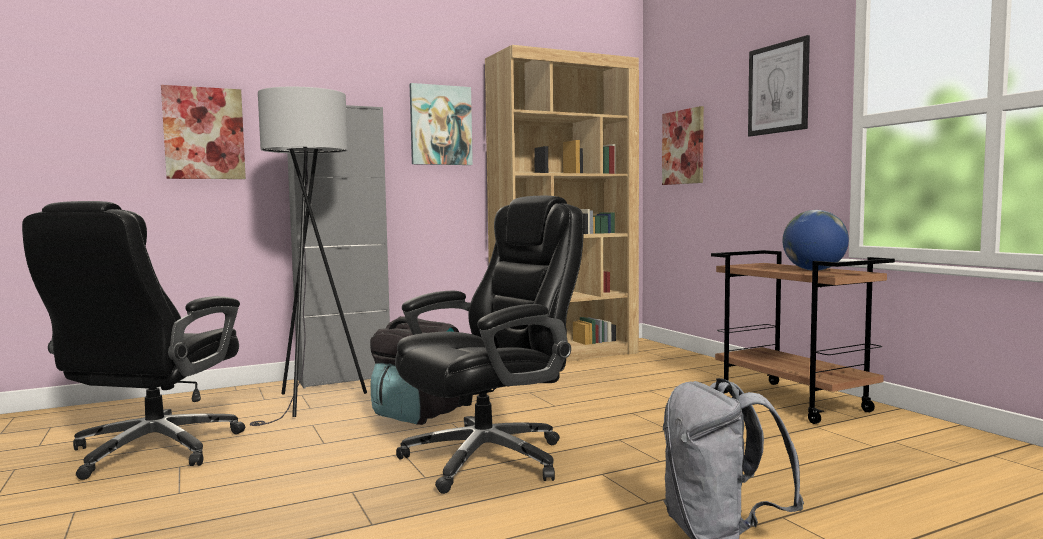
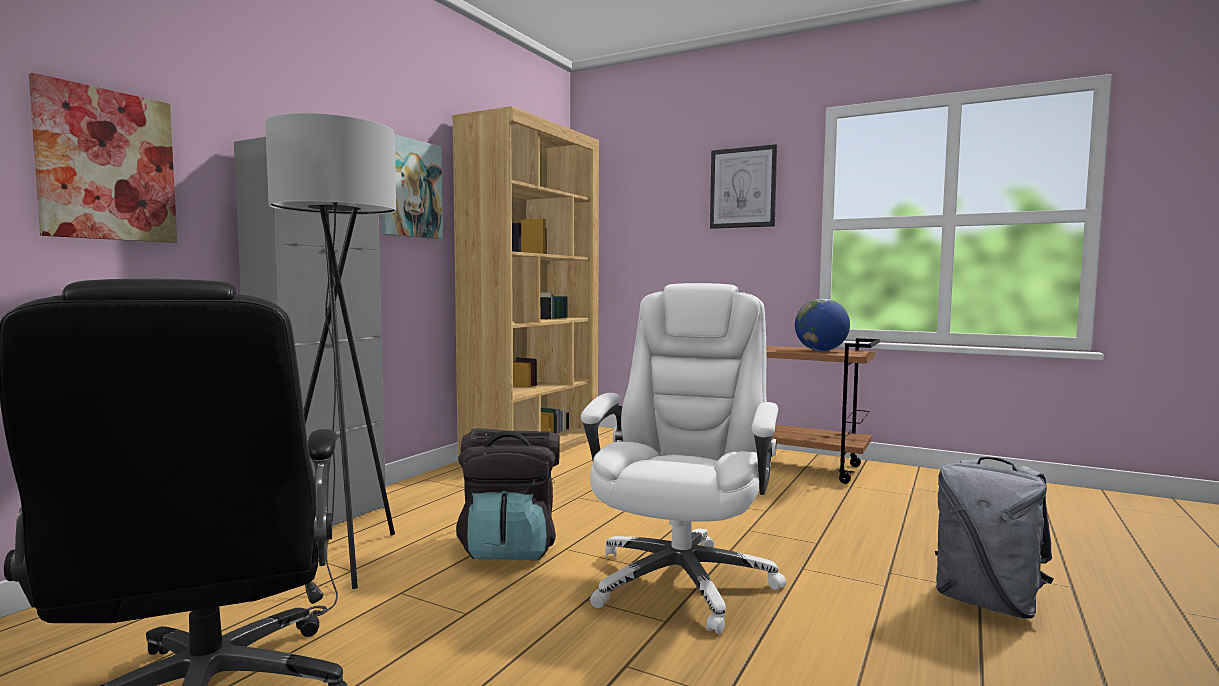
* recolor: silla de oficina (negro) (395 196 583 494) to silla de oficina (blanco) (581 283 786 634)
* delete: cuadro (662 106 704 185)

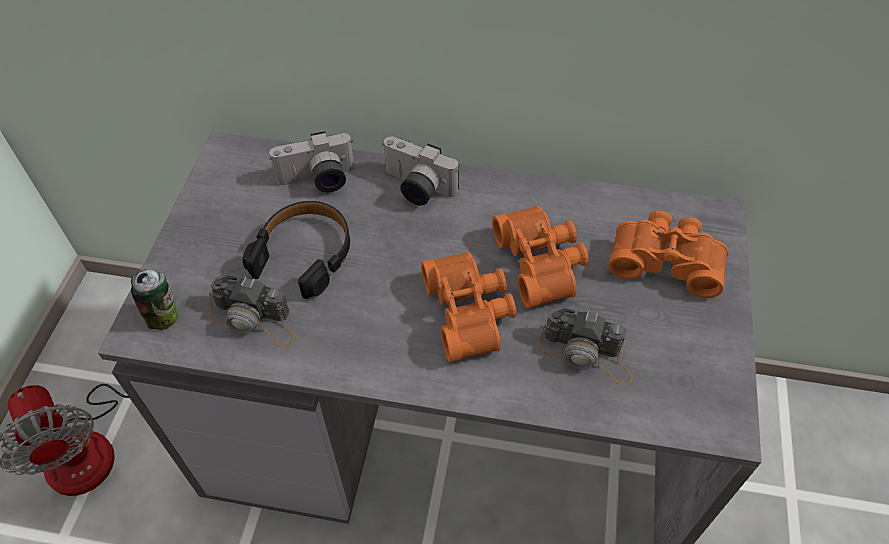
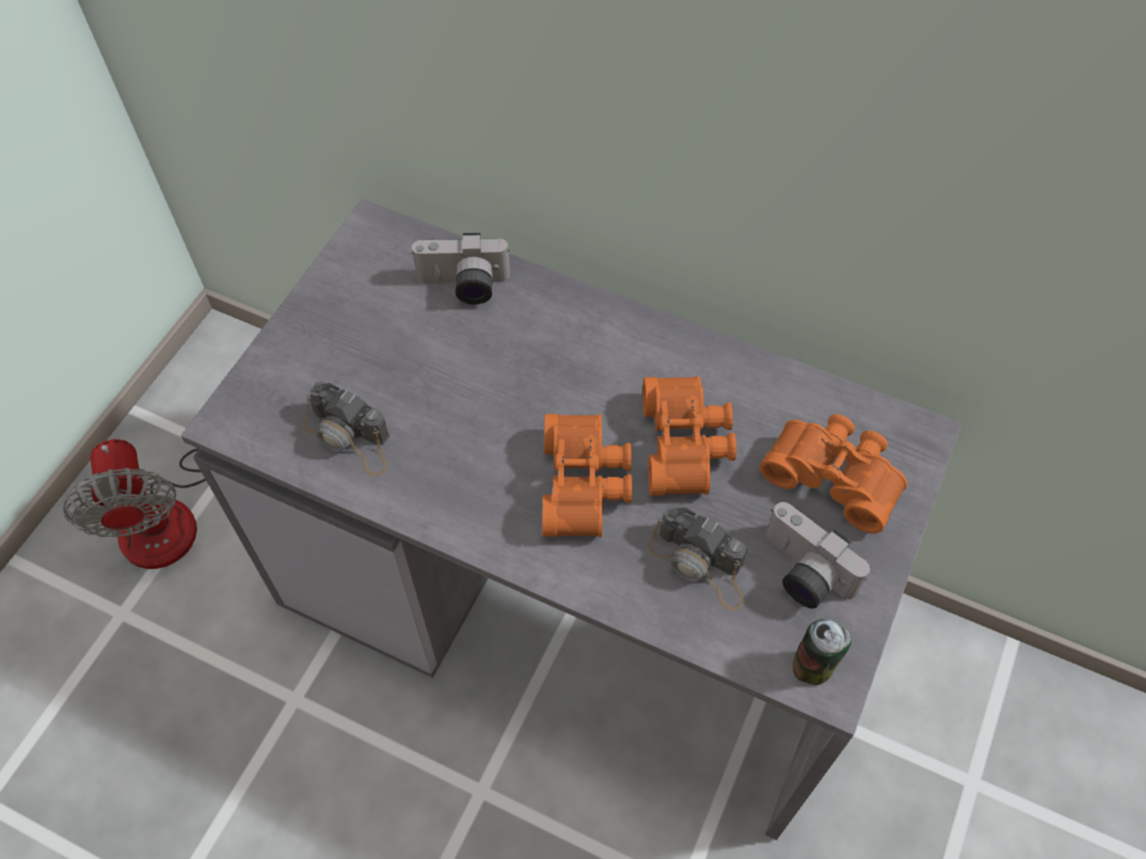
* move: lata (131 269 178 330) to (793 619 851 685)
* delete: auriculares (negro) (243 201 350 299)
* move: cámara (382 136 459 205) to (766 502 870 609)

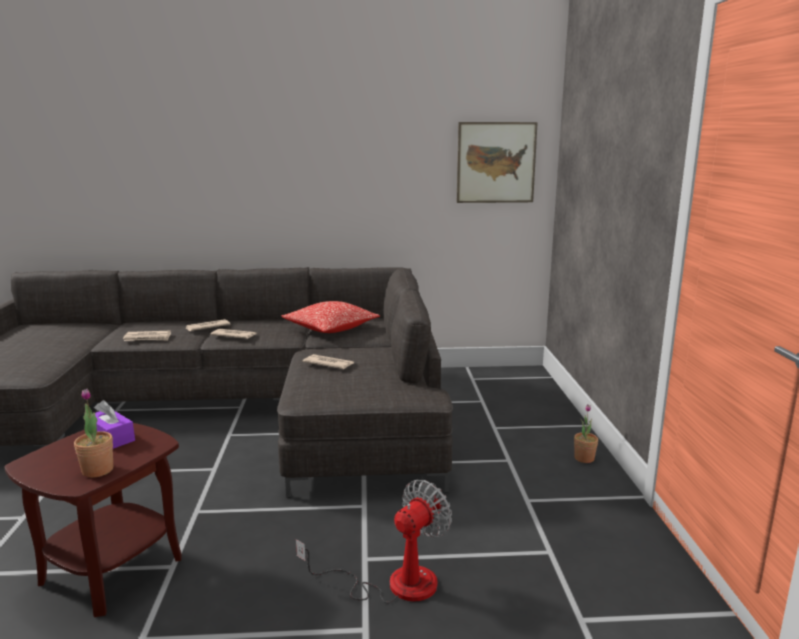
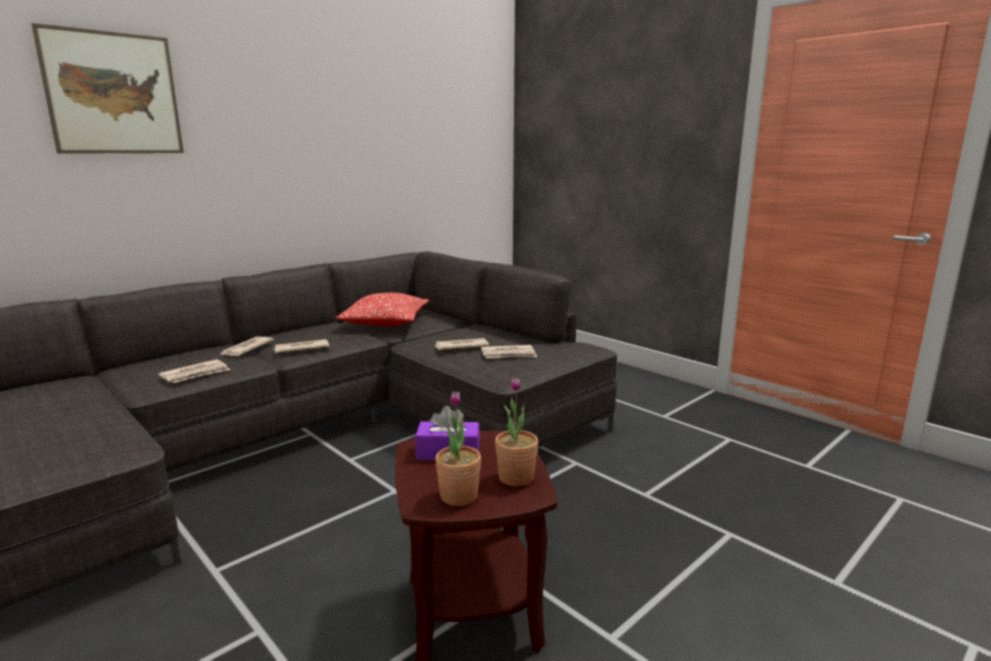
* delete: ventilador (296 480 452 603)
* move: cuadro (457 122 538 203) to (31 23 184 154)
* move: planta en maceta (574 404 598 463) to (435 391 481 506)
* insert: periódico (481 345 537 358)

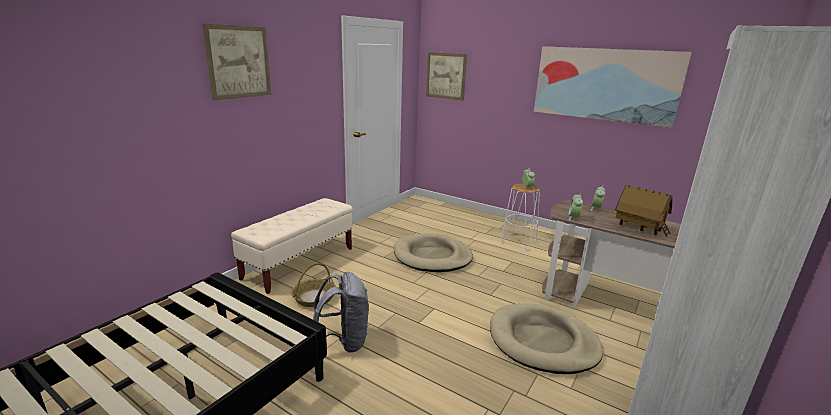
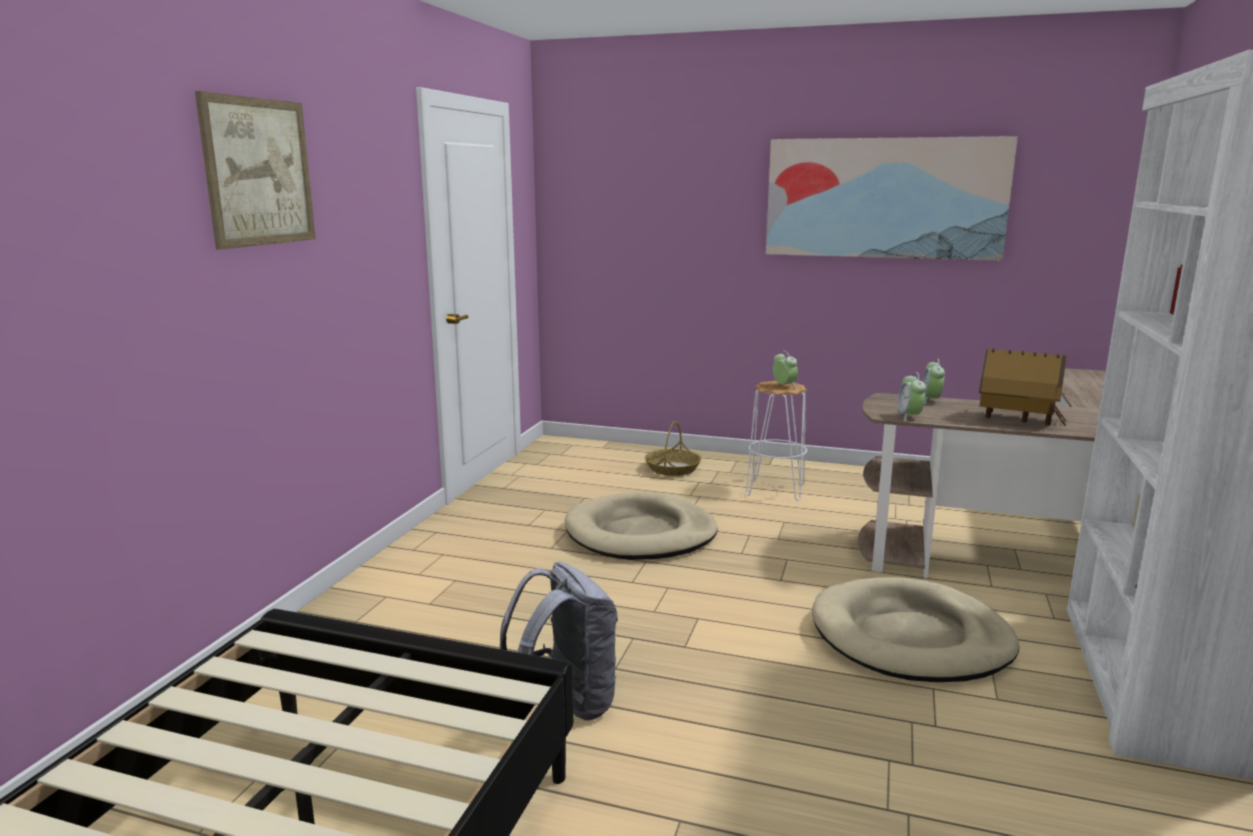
* delete: banco (beis) (231 198 353 294)
* move: cesta (291 263 336 307) to (645 421 702 476)
* delete: cuadro (426 52 467 100)

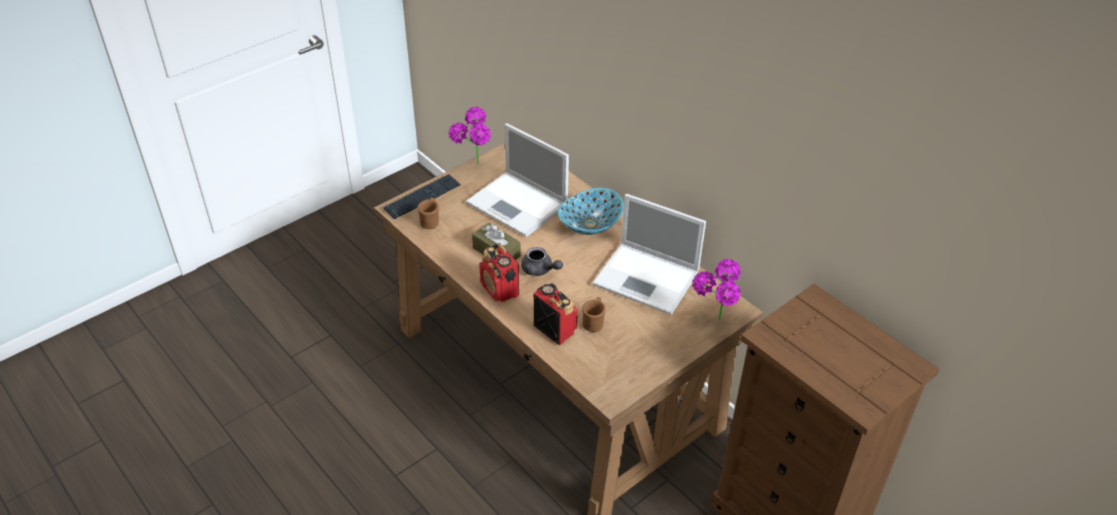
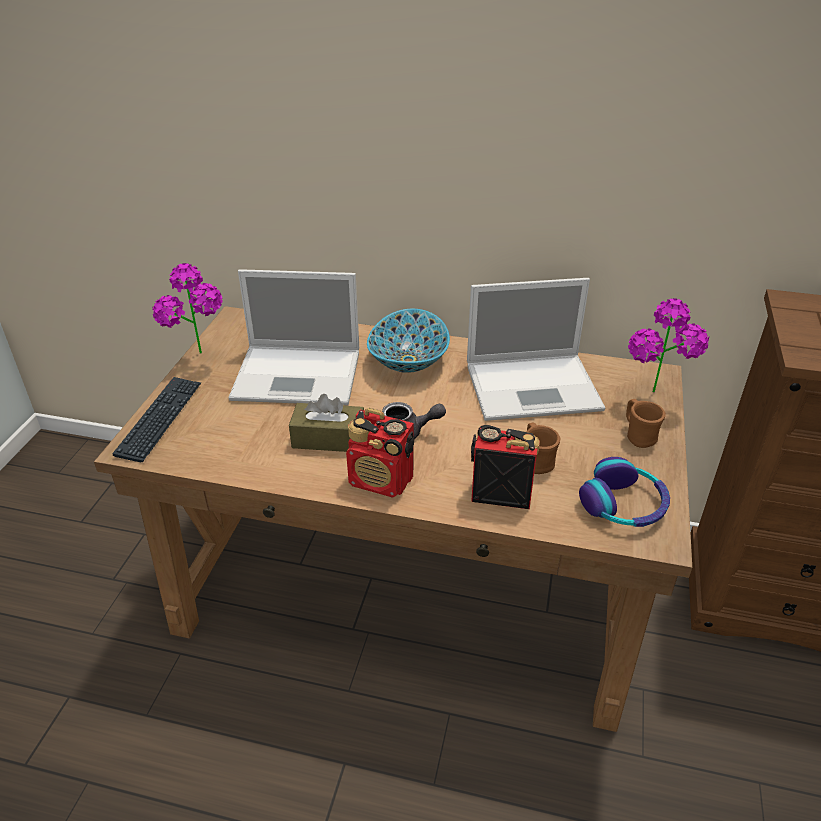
* move: taza grande (marrón) (417 198 439 229) to (626 399 666 448)
* insert: auriculares (579 457 670 527)

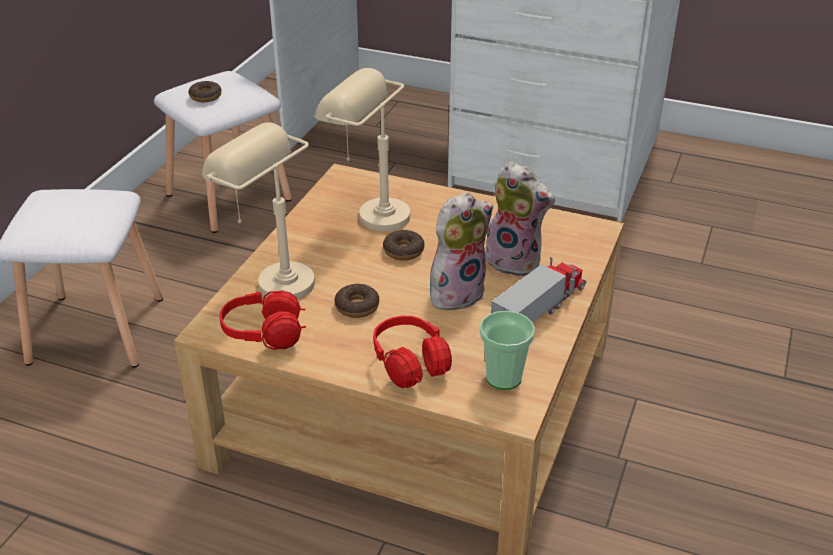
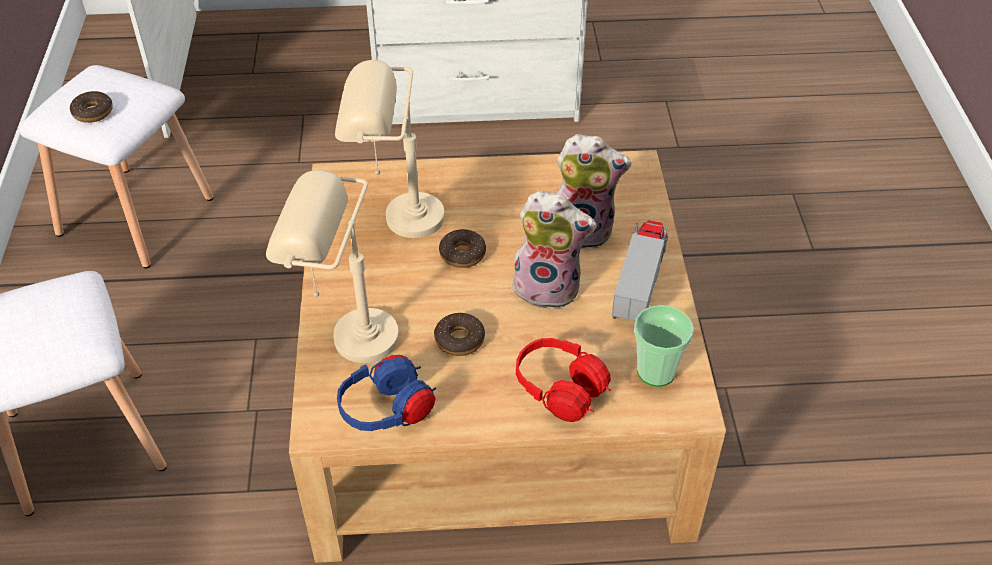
* recolor: auriculares (rojo) (220 290 306 350) to auriculares (azul) (337 355 436 431)
* rotate: peluche (430 192 493 310) = (512 190 597 309) 75 degrees clockwise

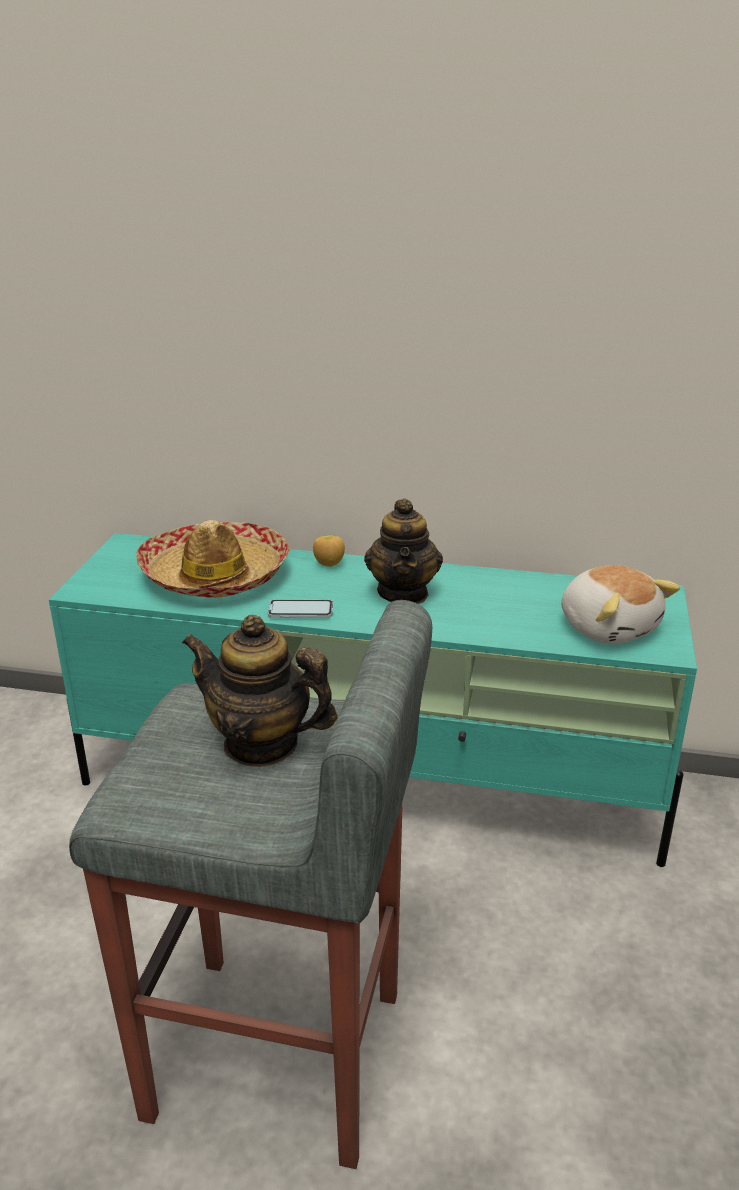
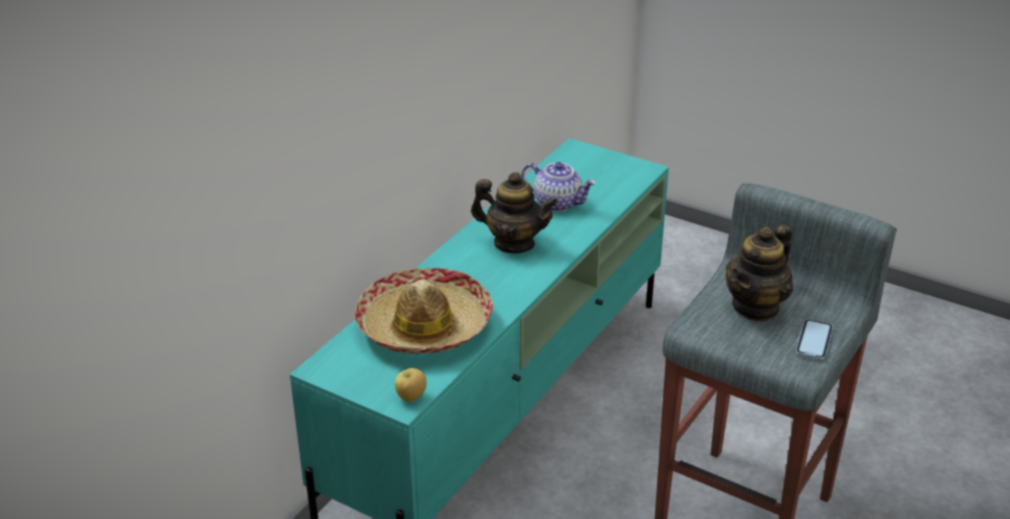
* move: móvil (268 599 333 618) to (795 319 833 360)
* move: manzana (313 535 345 567) to (395 368 427 402)
* delete: peluche (561 565 680 644)
* insert: tetera (521 162 596 212)

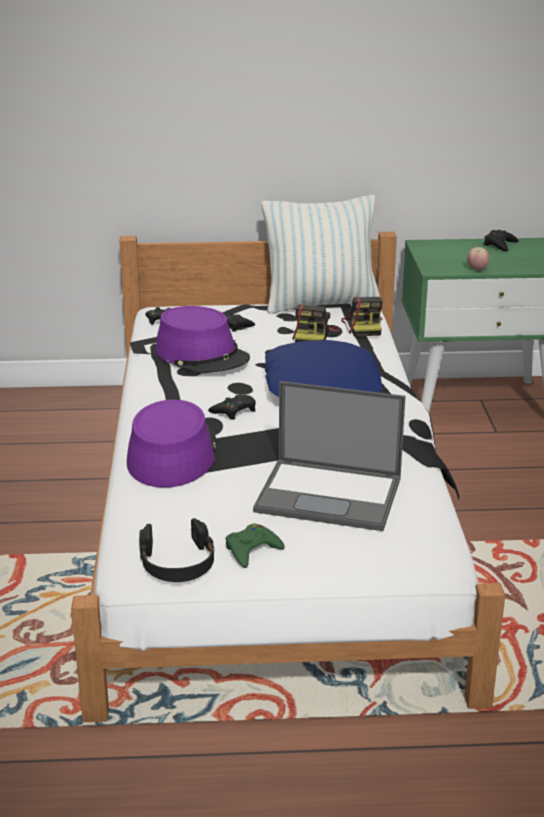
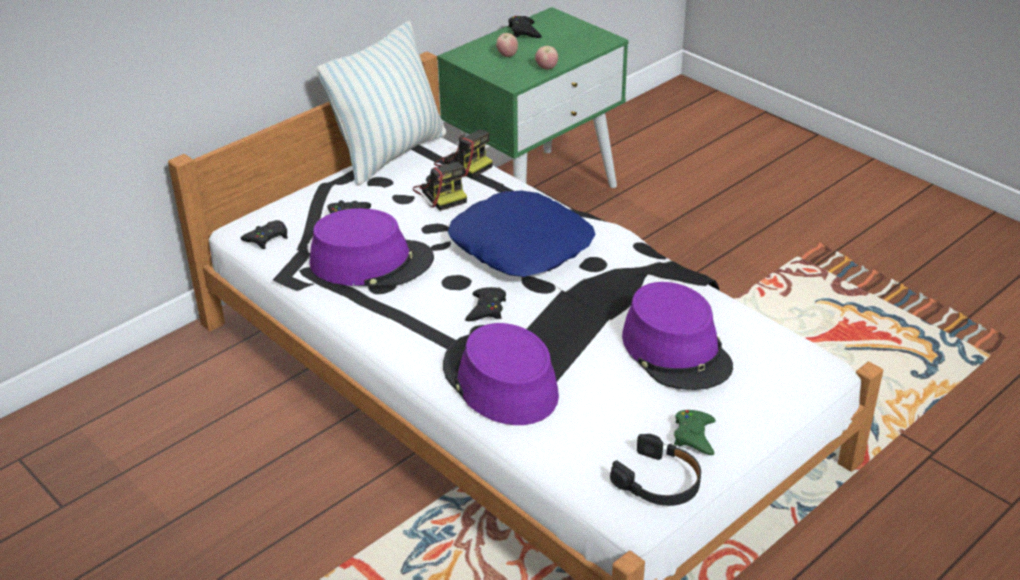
* replace: portátil (253 381 406 531) to sombrero (morado) (622 282 733 390)
* insert: manzana (496 33 518 57)

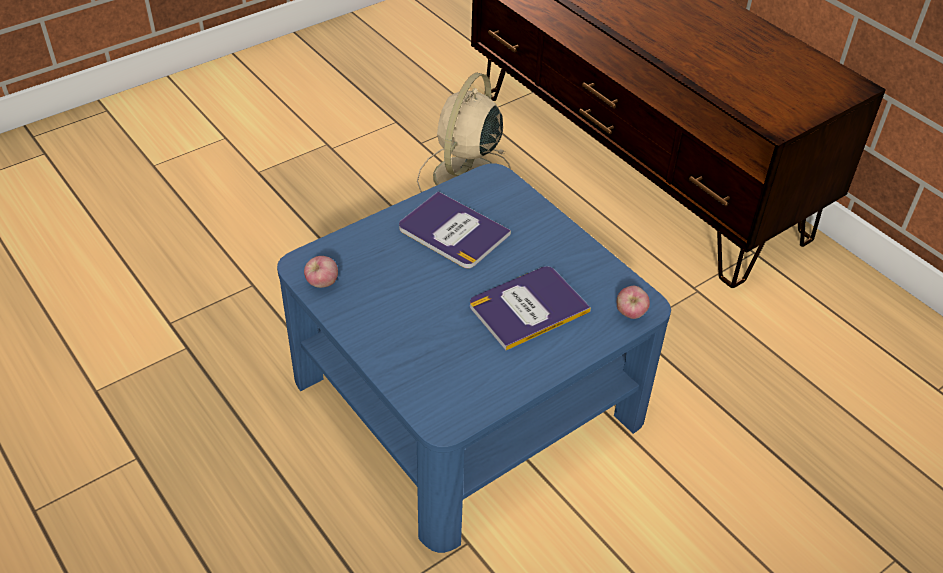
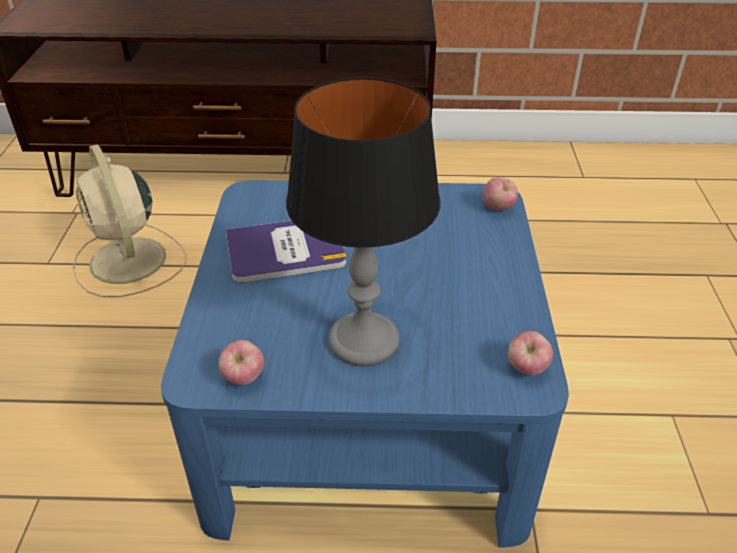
* delete: libro (470 266 591 350)
* insert: lámpara de mesa (286 77 440 366)
* insert: manzana (508 331 553 376)

